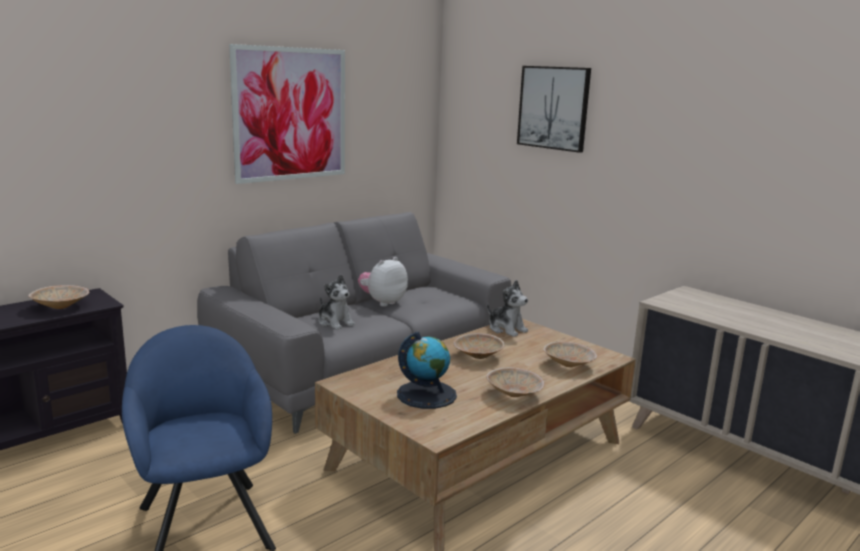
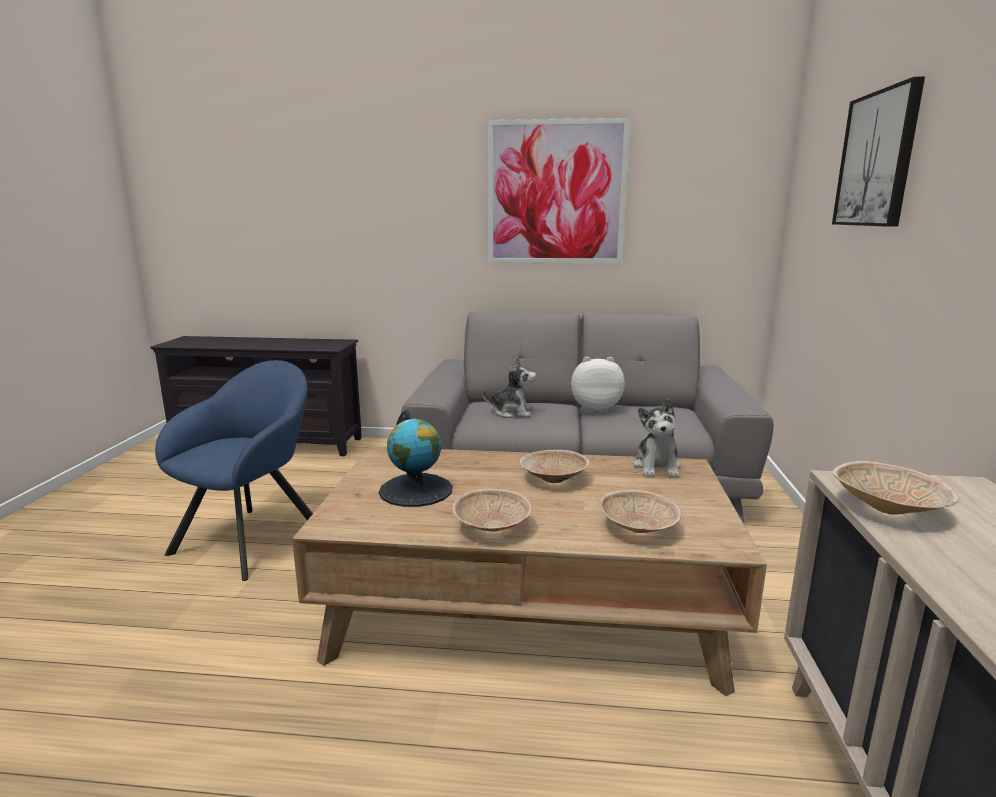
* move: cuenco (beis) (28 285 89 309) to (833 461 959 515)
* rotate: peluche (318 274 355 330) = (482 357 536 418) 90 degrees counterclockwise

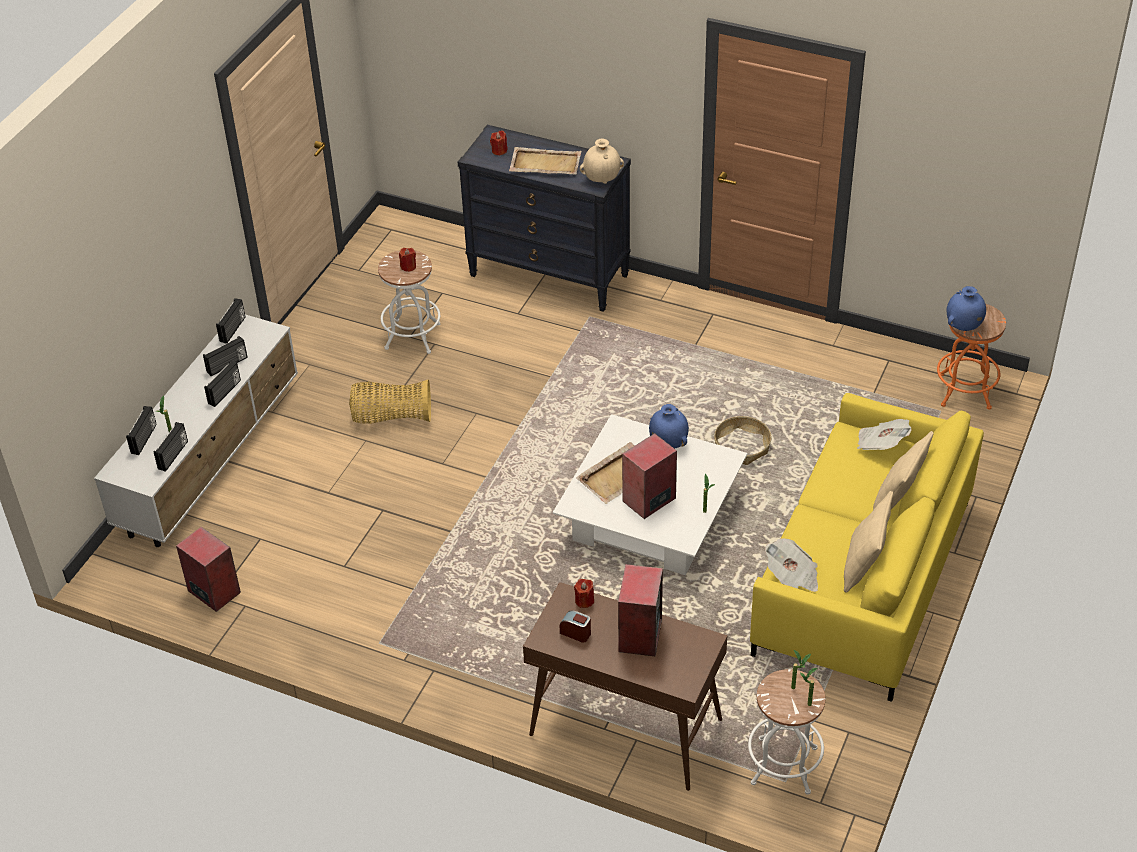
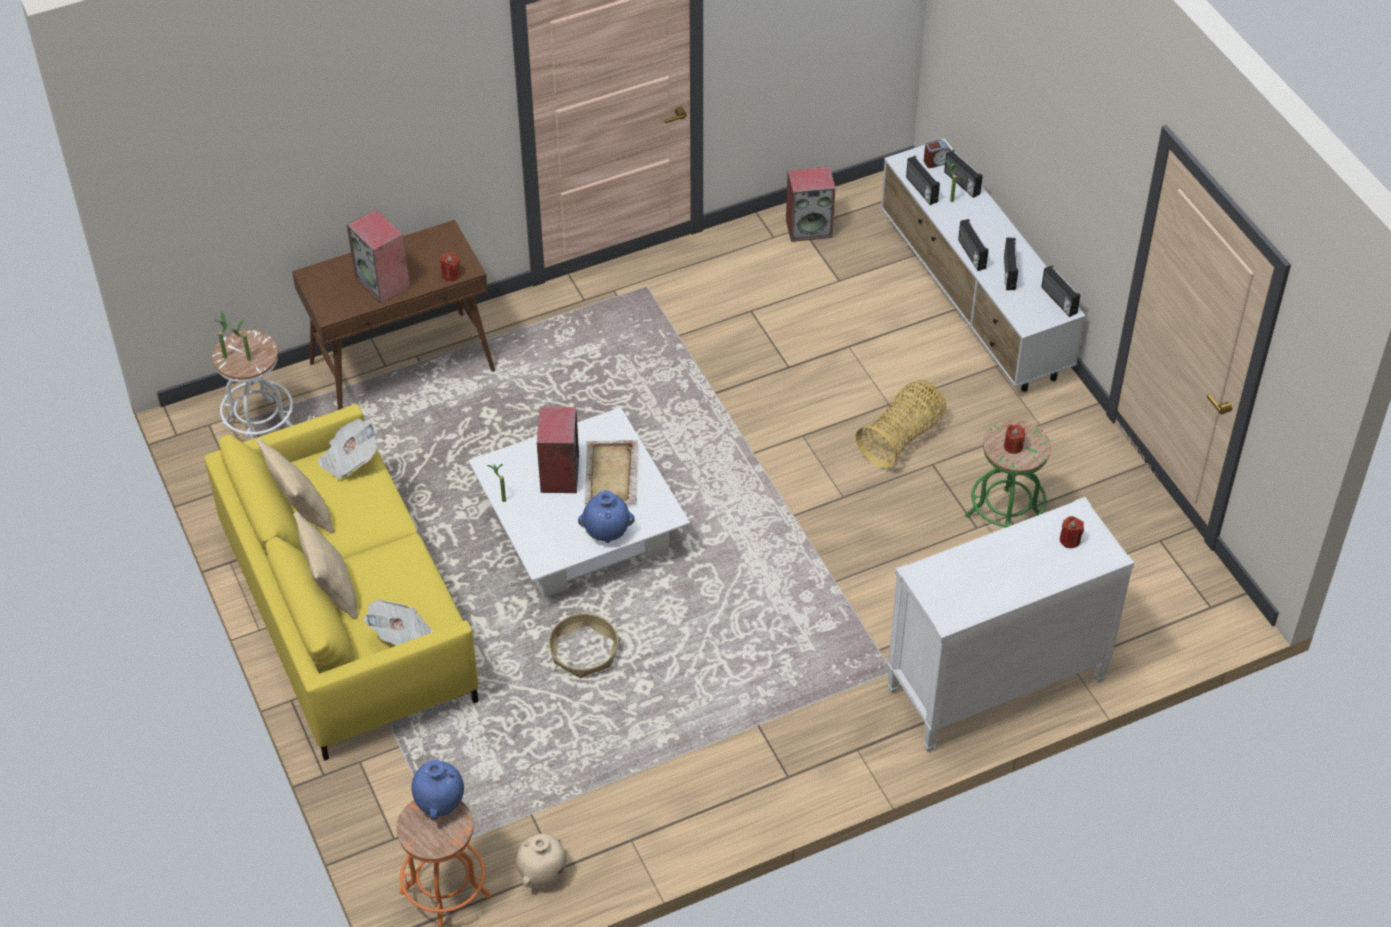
* recolor: taburete (blanco) (378 250 440 354) to taburete (verde) (965 420 1051 528)
* recolor: cómoda (negro) (458 125 631 312) to cómoda (blanco) (887 497 1134 752)
* delete: bandeja (beis) (509 147 582 175)
* move: despertador (560 610 591 643) to (924 140 951 168)
* move: florero (beis) (580 139 624 184) to (516 834 566 887)

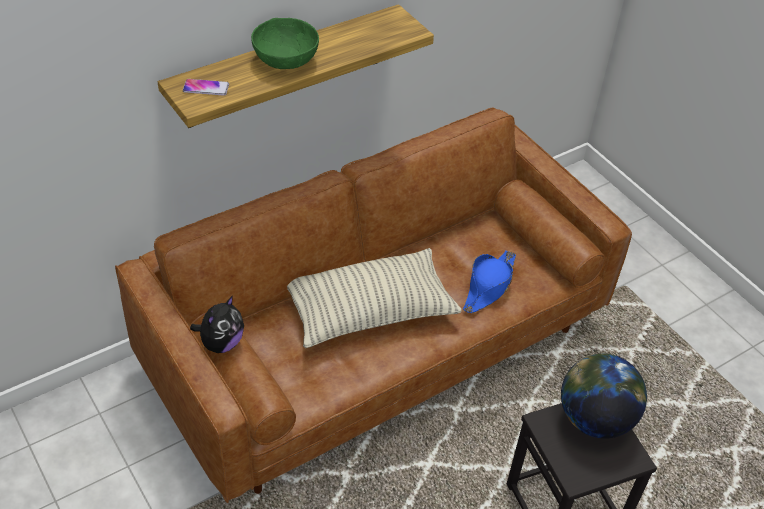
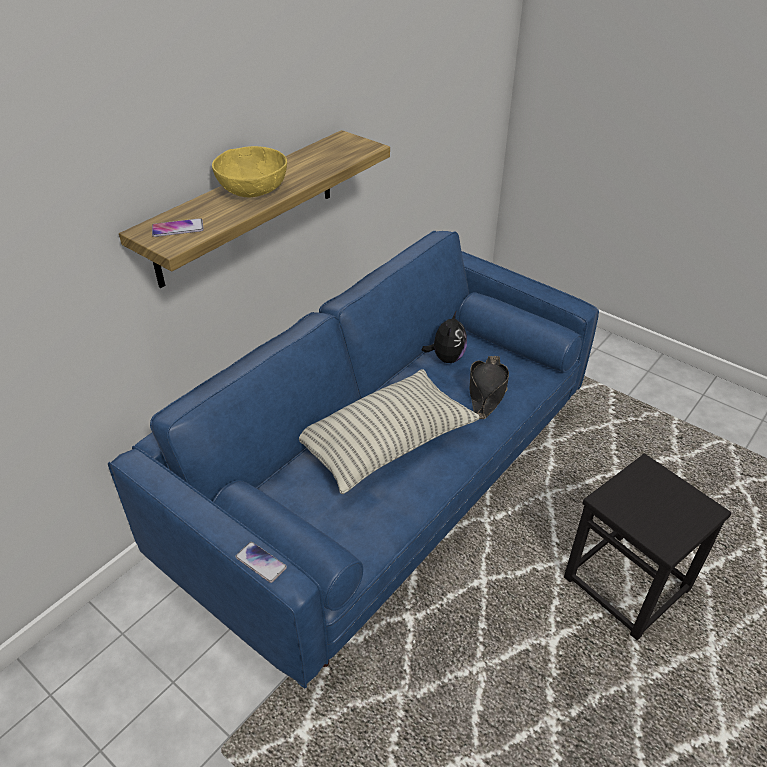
* recolor: sofá (marrón) (115 107 632 503) to sofá (azul) (108 231 599 688)
* move: peluche (190 295 244 353) to (422 312 467 363)
* recolor: cuenco (verde) (251 18 319 69) to cuenco (amarillo) (212 146 287 197)
* recolor: sombrero (azul) (463 251 516 313) to sombrero (negro) (470 356 509 419)
* delete: globo terráqueo (561 353 647 439)
* insert: móvil (235 542 287 583)

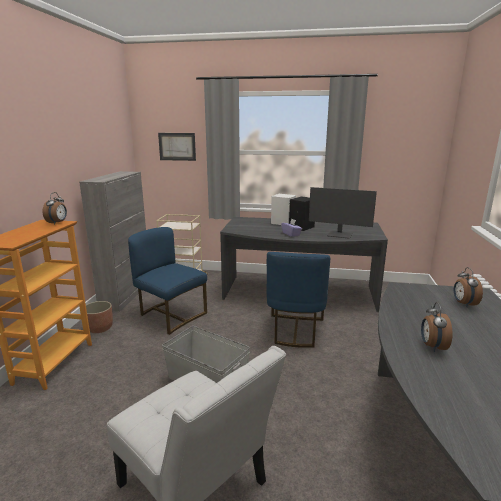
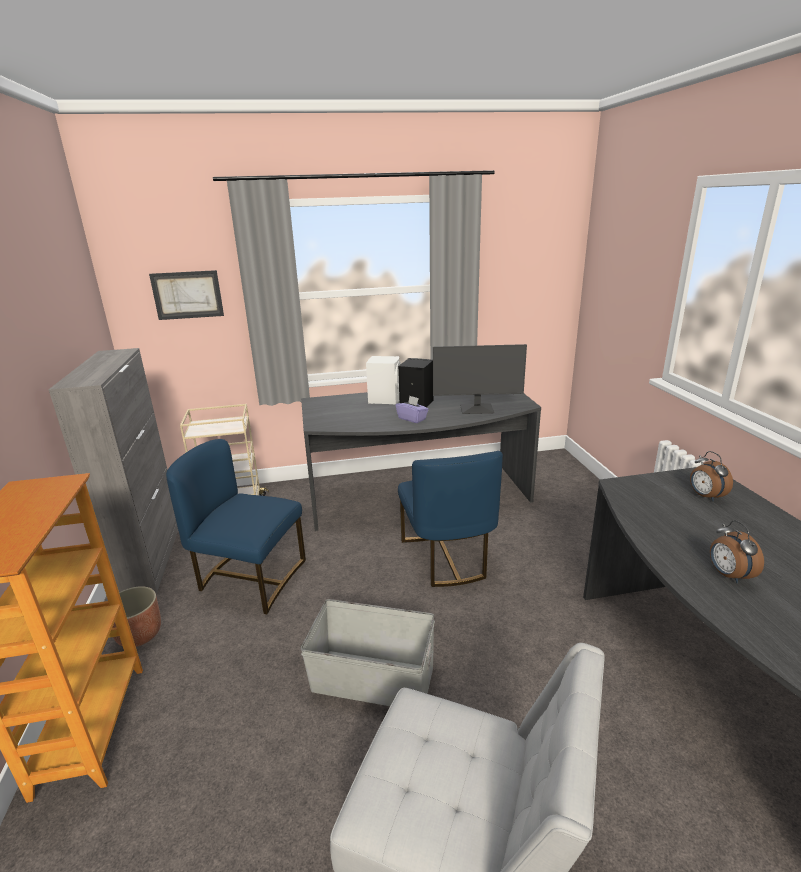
* delete: despertador (42 192 67 225)

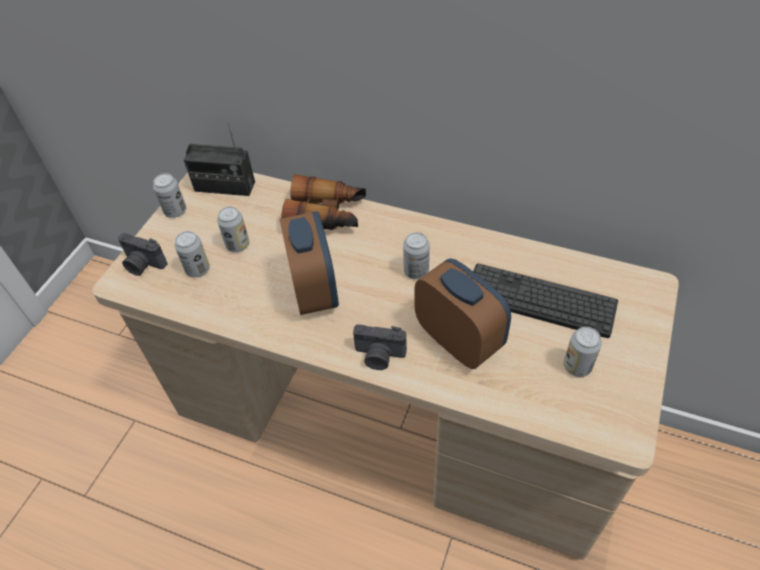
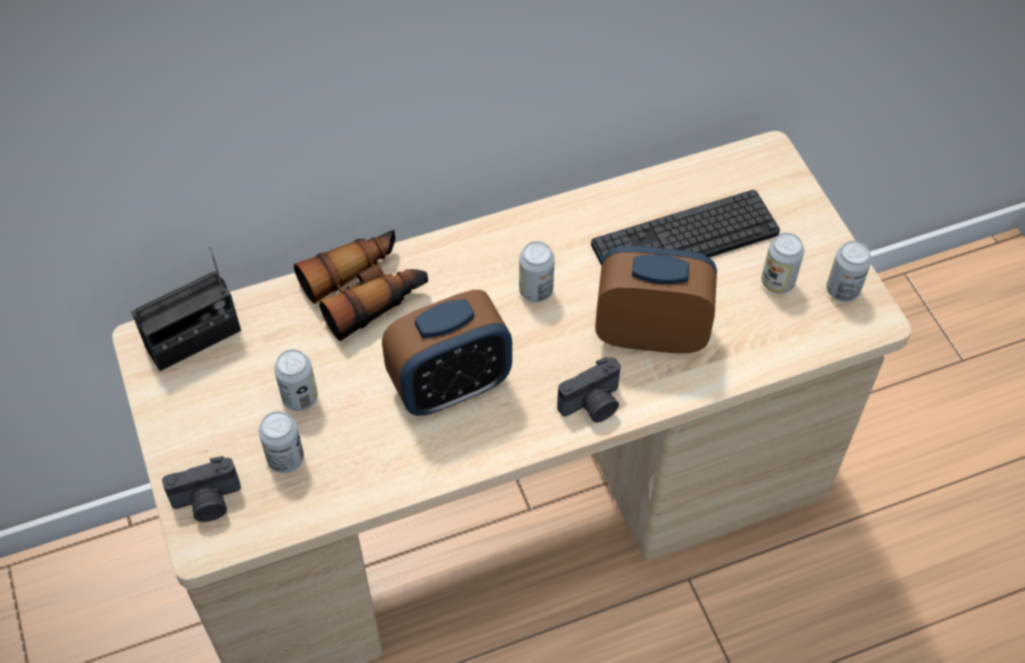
* move: lata (153 173 186 218) to (827 241 872 302)
* rotate: despertador (280 211 339 315) = (382 290 512 416) 120 degrees clockwise

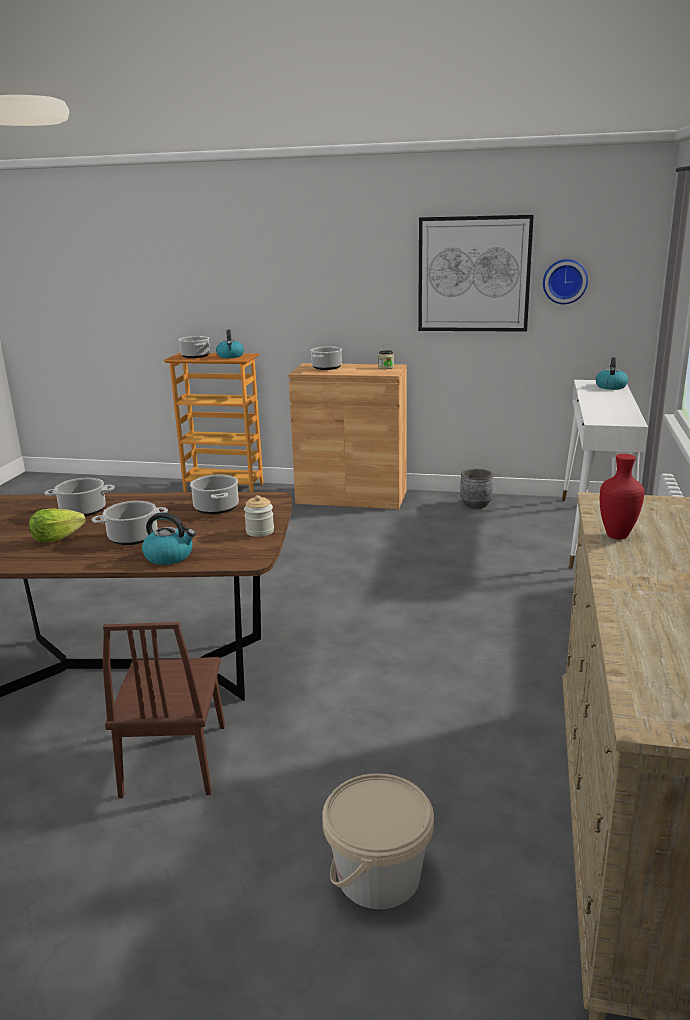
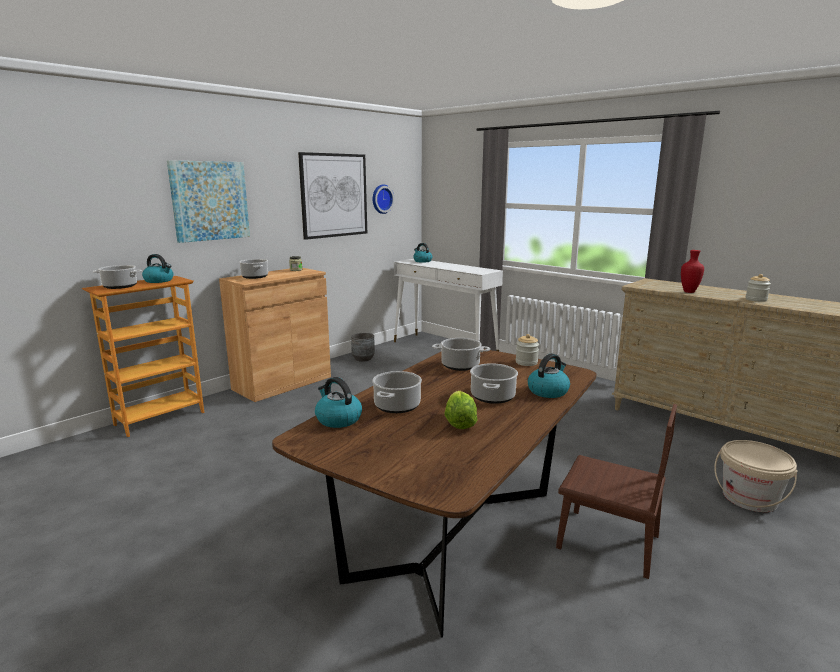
* insert: cuadro (167 160 250 243)
* insert: hervidor (315 377 362 428)
* insert: tarro (746 274 771 302)

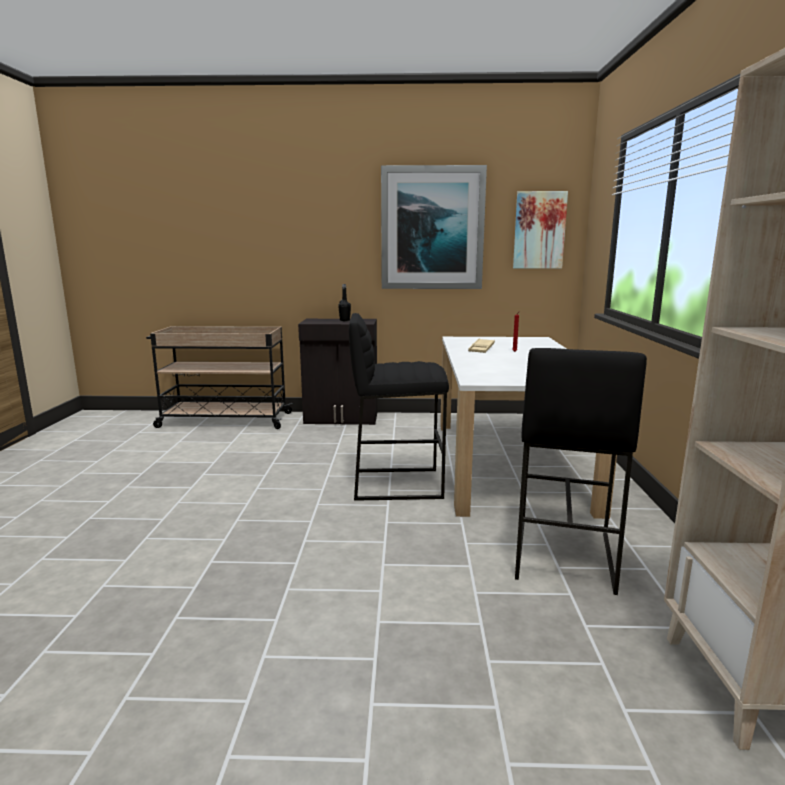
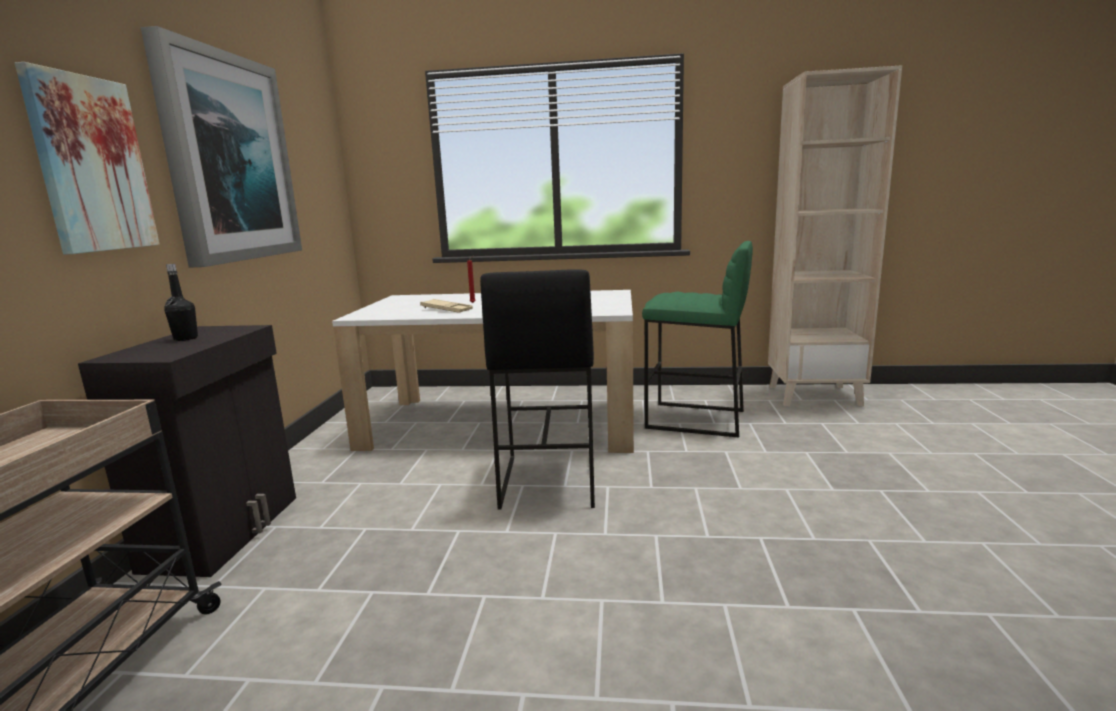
* move: cuadro (513 191 568 269) to (15 62 160 254)
* recolor: taburete (negro) (515 348 647 595) to taburete (verde) (642 241 753 437)

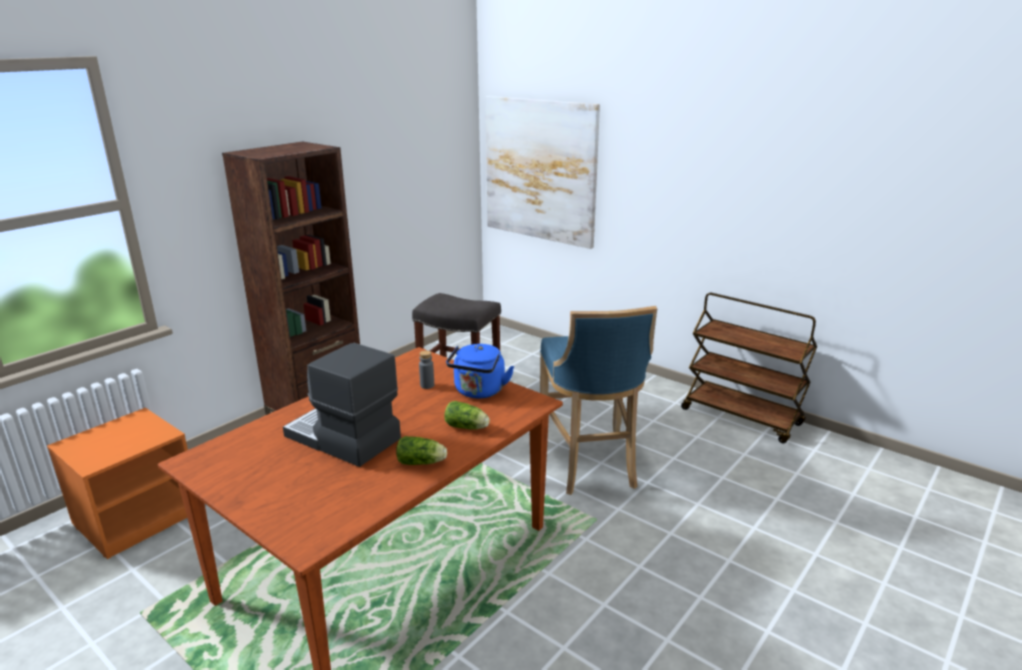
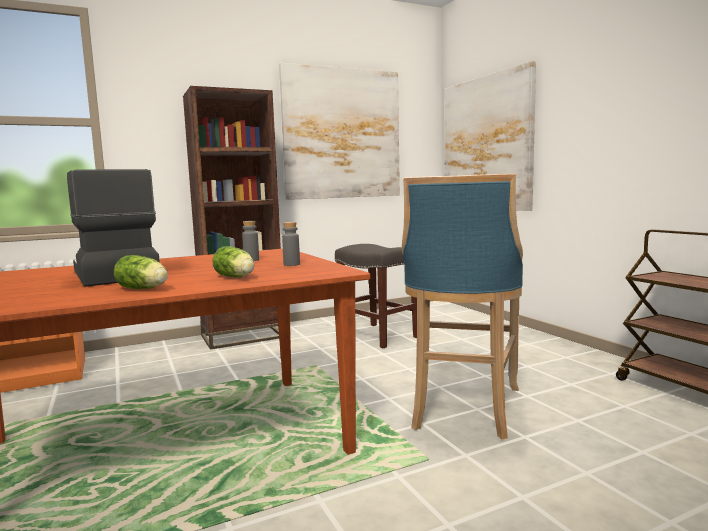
* replace: hervidor (azul) (446 344 514 398) to botella (gris) (282 222 300 266)
* insert: cuadro (279 63 400 200)

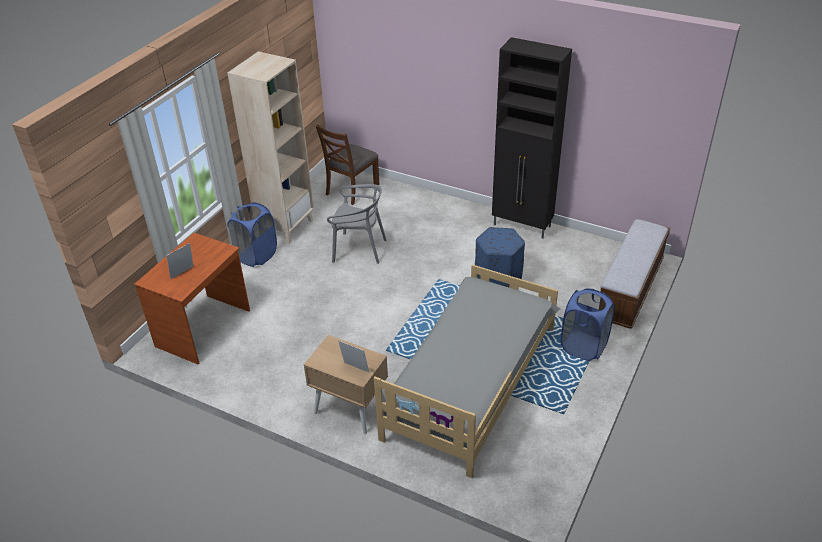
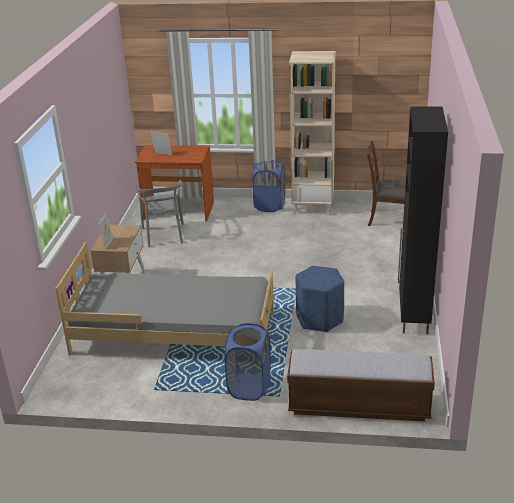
* move: silla (gris) (327 184 387 264) to (135 180 184 247)

